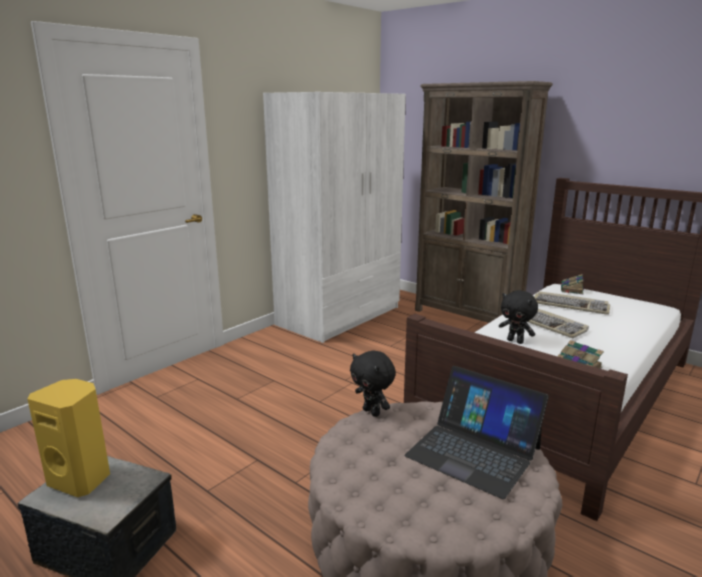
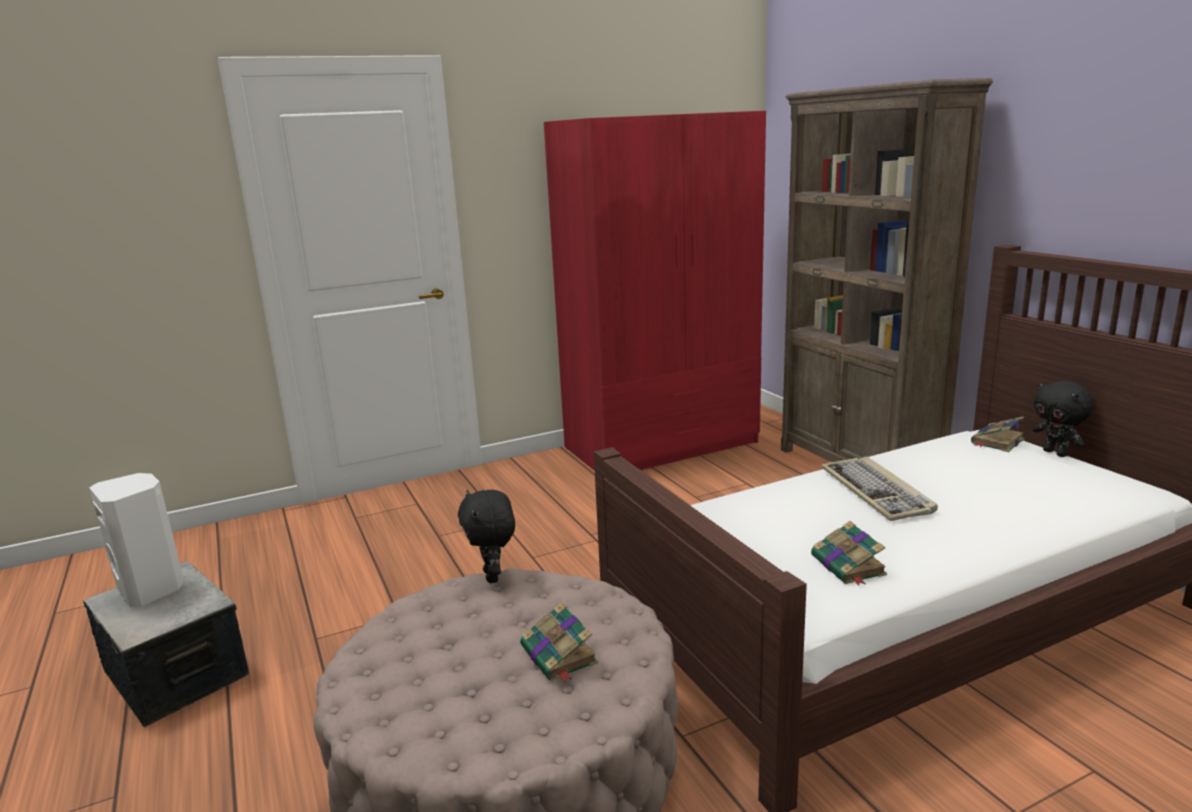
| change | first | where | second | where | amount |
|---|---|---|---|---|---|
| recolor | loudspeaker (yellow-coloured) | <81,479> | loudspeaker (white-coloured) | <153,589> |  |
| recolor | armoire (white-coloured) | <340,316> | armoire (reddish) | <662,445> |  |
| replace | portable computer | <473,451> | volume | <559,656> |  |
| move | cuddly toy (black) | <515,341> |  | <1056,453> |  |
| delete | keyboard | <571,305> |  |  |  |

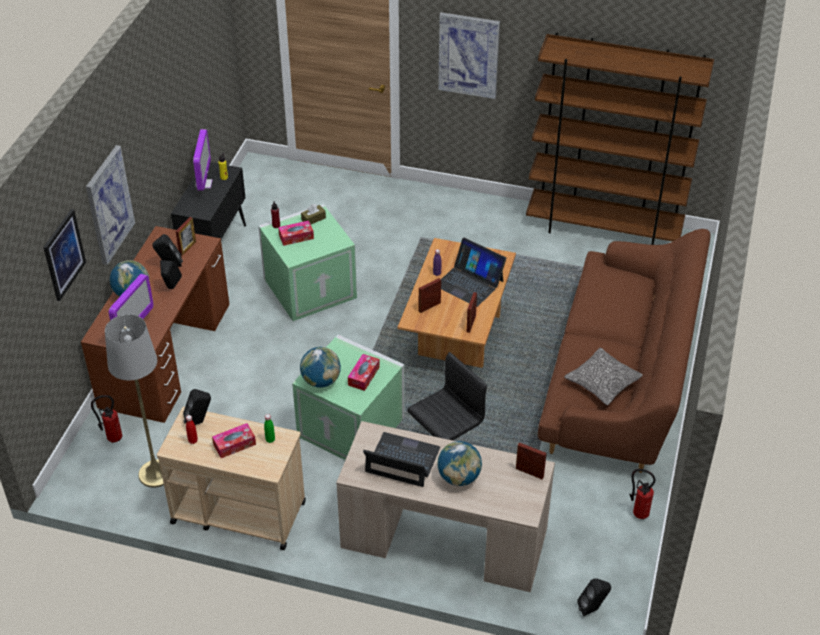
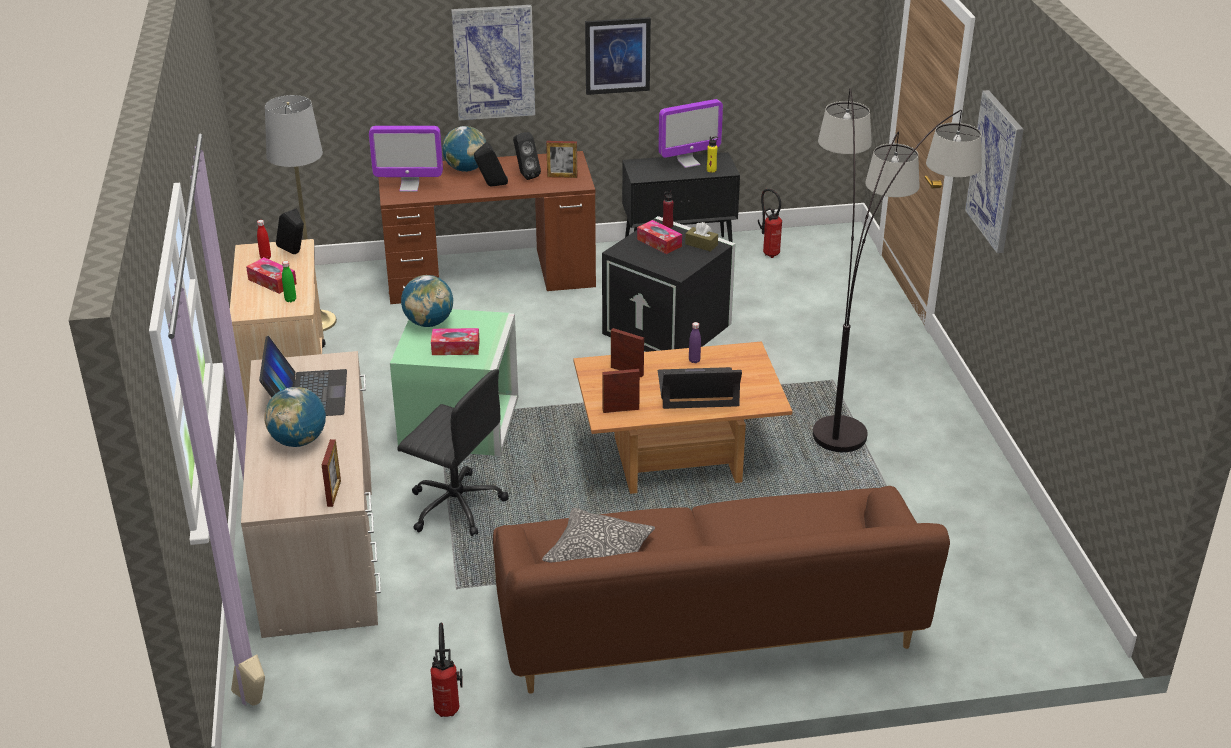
| change | first | where | second | where | amount |
|---|---|---|---|---|---|
| move | wall art | <64,254> |  | <617,55> |  |
| move | fire-fighting cylinder | <112,438> |  | <769,253> |  |
| recolor | storage box (greenish) | <310,287> | storage box (black) | <669,328> |  |
| rotate | portable computer | <469,283> |  | <697,389> | 75 degrees clockwise |
| delete | bookcase (brown) | <604,229> |  |  |  |
| recolor | loudspeaker (black) | <592,609> | loudspeaker (sand-coloured) | <255,703> |  |
| insert |  |  | floor lamp | <860,402> |  |

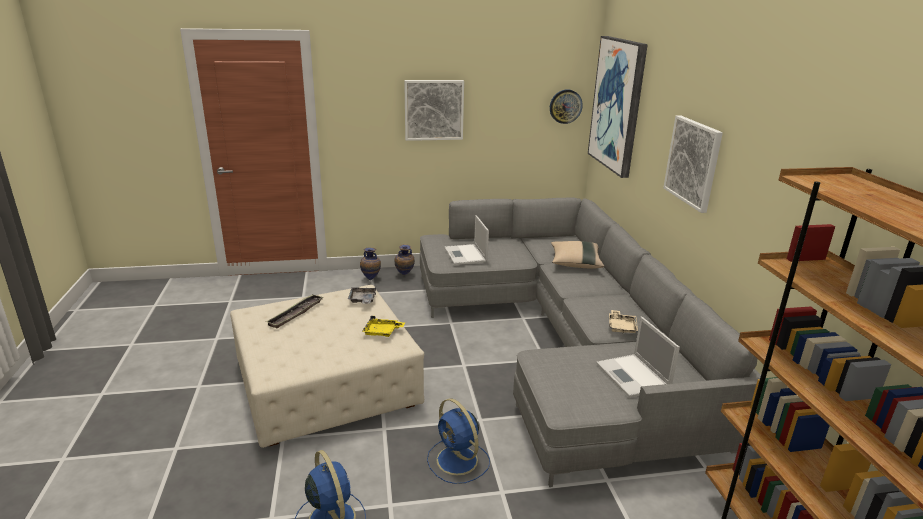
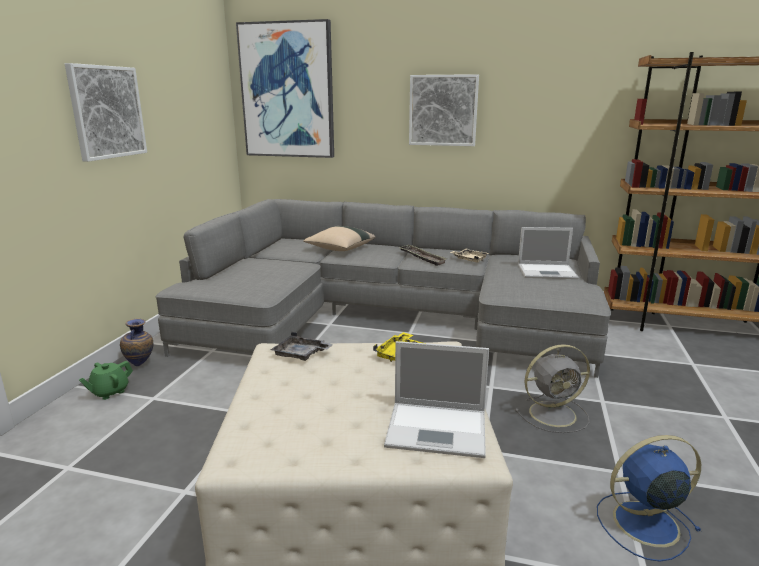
| change | first | where | second | where | amount |
|---|---|---|---|---|---|
| move | serving tray | <296,314> |  | <422,258> |  |
| replace | vase | <371,279> | teapot (greenish) | <109,392> |  |
| recolor | electric fan (blue) | <458,461> | electric fan (grey) | <554,414> |  |
| move | portable computer | <466,255> |  | <439,429> |  |
| delete | wall clock | <565,106> |  |  |  |

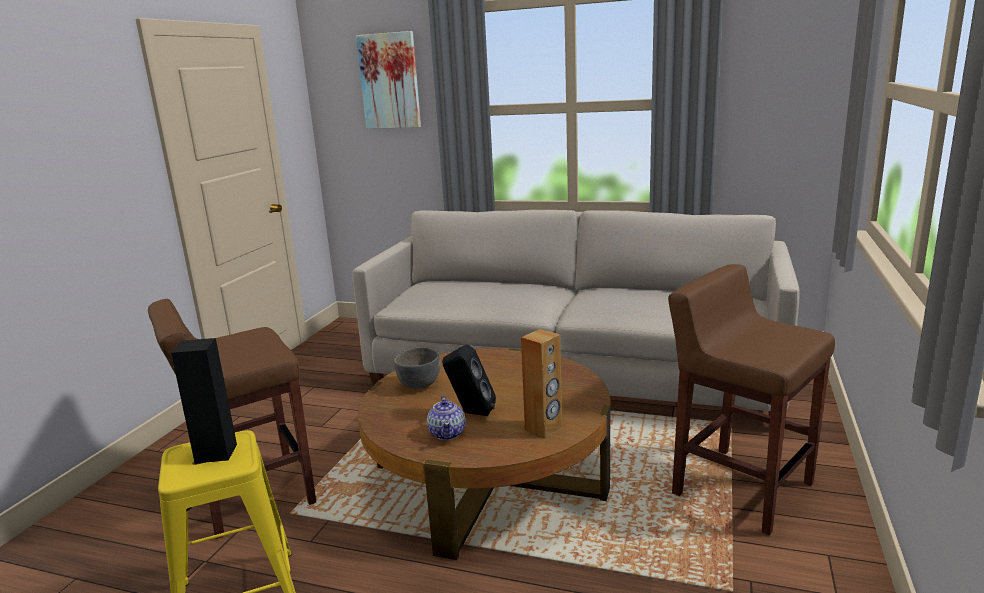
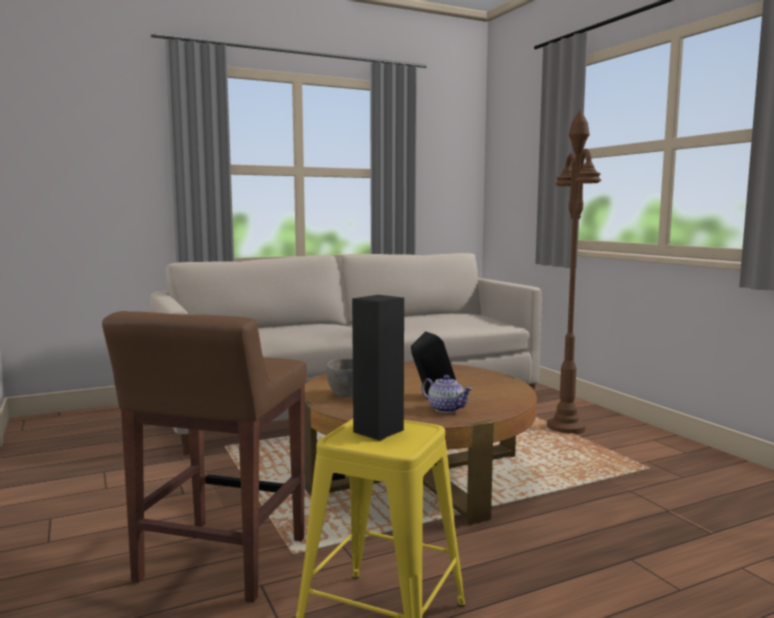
| change | first | where | second | where | amount |
|---|---|---|---|---|---|
| delete | wall art | <390,81> |  |  |  |
| delete | loudspeaker (brown) | <544,428> |  |  |  |
| replace | stool seat (brown) | <740,488> | floor lamp (brown) | <565,428> |  |

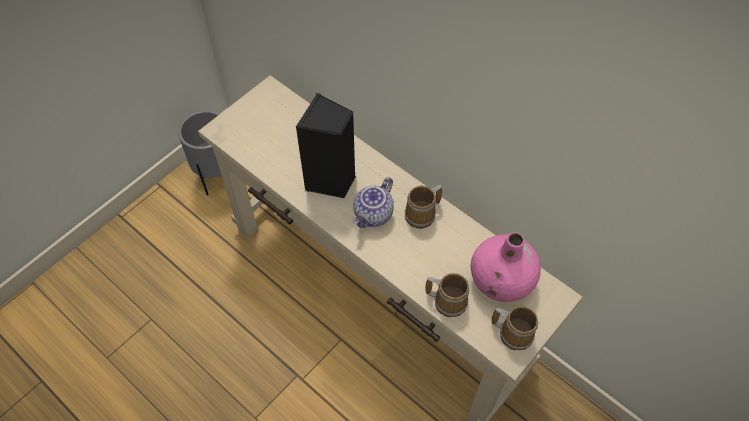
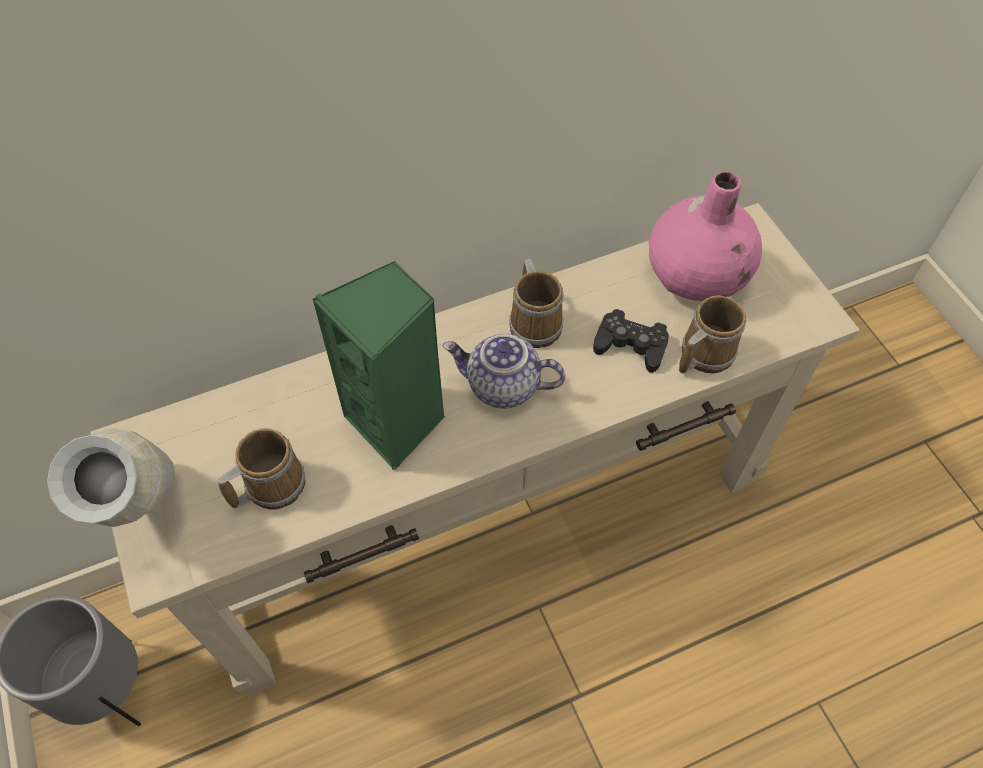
| change | first | where | second | where | amount |
|---|---|---|---|---|---|
| recolor | loudspeaker (black) | <331,181> | loudspeaker (greenish) | <398,423> |  |
| rotate | teapot | <374,215> |  | <502,387> | 135 degrees clockwise |
| move | tea mug | <514,332> |  | <271,484> |  |
| insert |  |  | vase | <146,517> |  |
| insert |  |  | gamepad (black) | <630,345> |  |

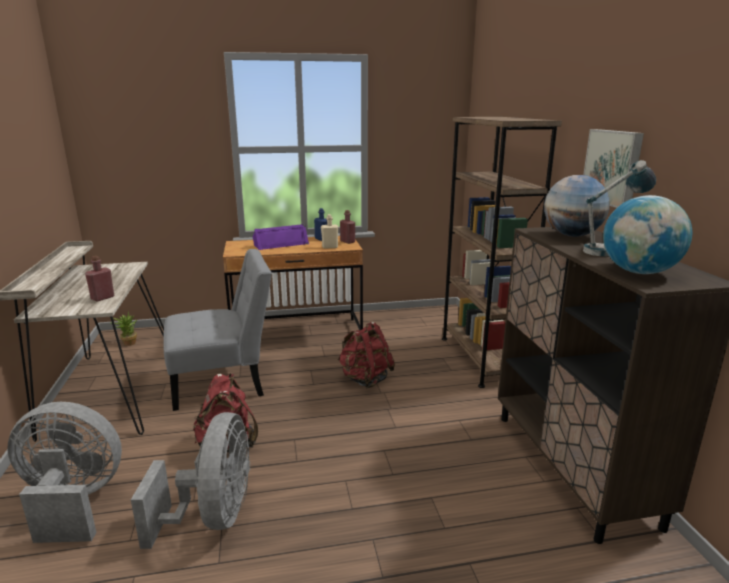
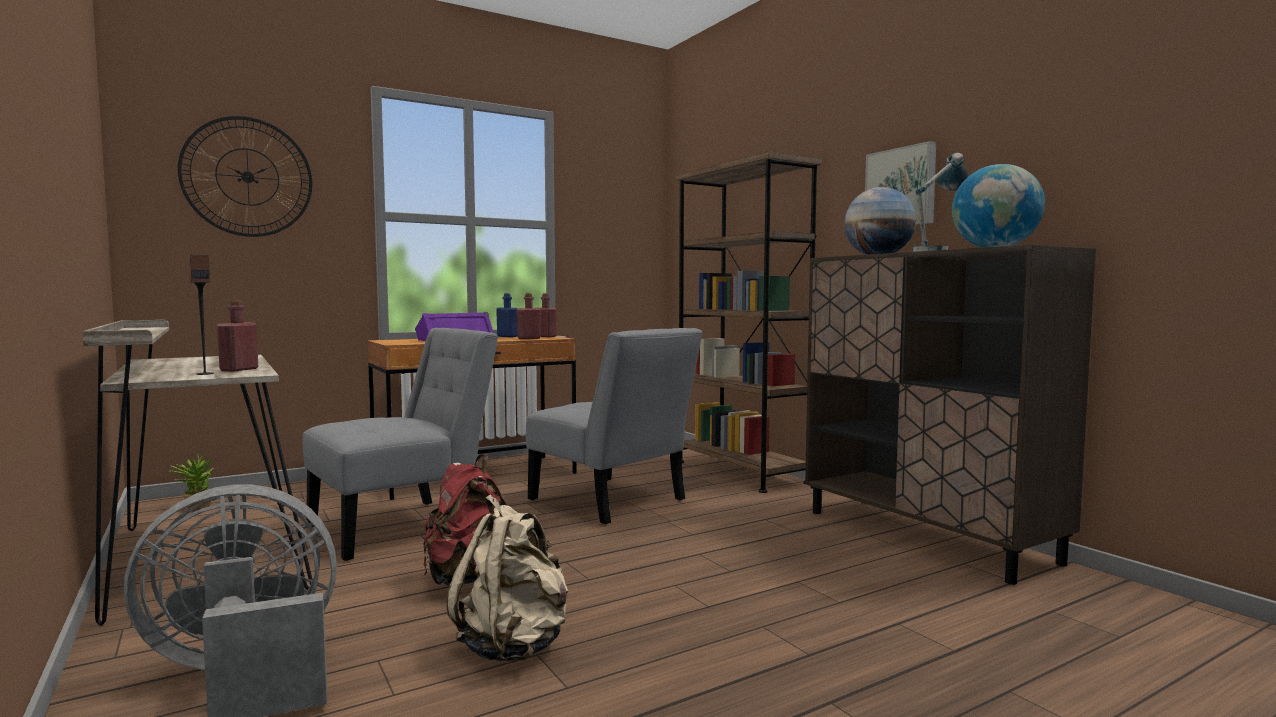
| change | first | where | second | where | amount |
|---|---|---|---|---|---|
| replace | electric fan (grey) | <214,516> | rucksack (sand-coloured) | <514,646> |  |
| recolor | bottle (sand-coloured) | <330,247> | bottle (reddish) | <529,338> |  |
| replace | rucksack (reddish) | <365,379> | chair (grey) | <612,502> |  |
| insert |  |  | wall clock | <247,177> |  |
| insert |  |  | loudspeaker | <205,374> |  |

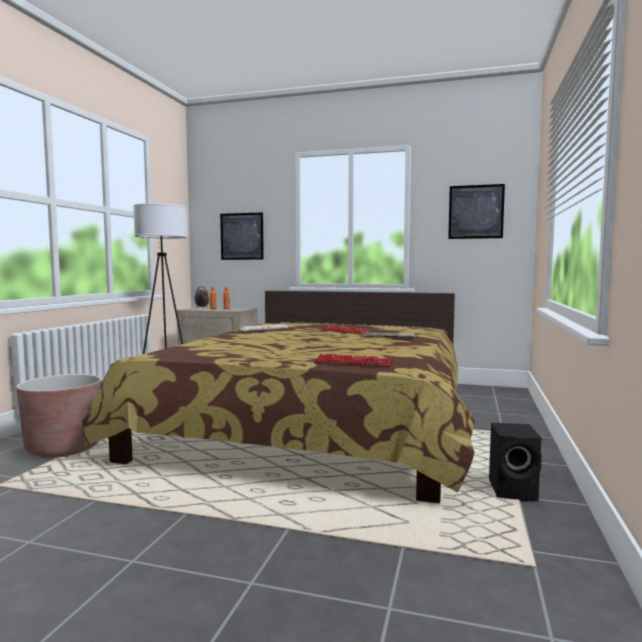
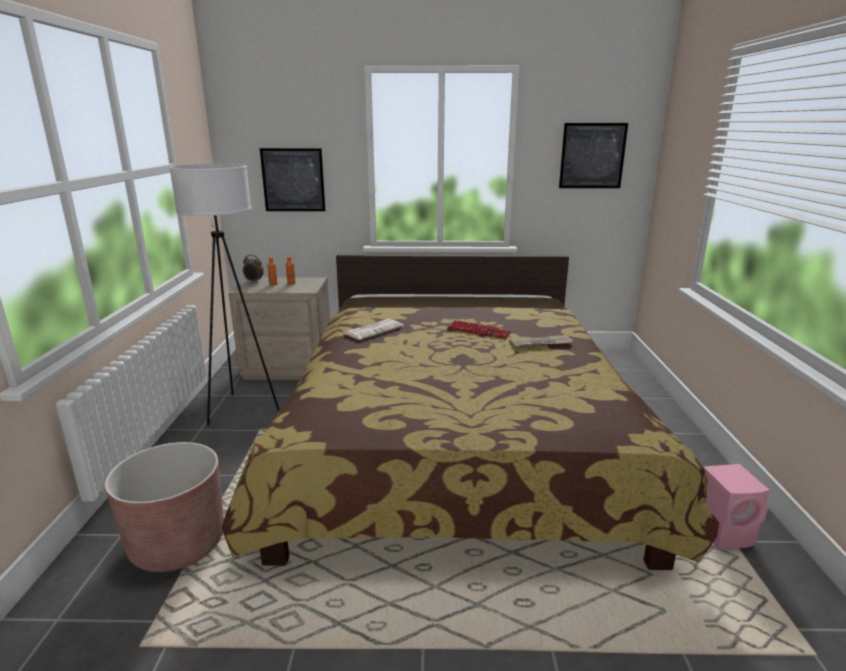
| change | first | where | second | where | amount |
|---|---|---|---|---|---|
| delete | keyboard | <353,363> |  |  |  |
| recolor | loudspeaker (black) | <514,491> | loudspeaker (pink-coloured) | <724,532> |  |

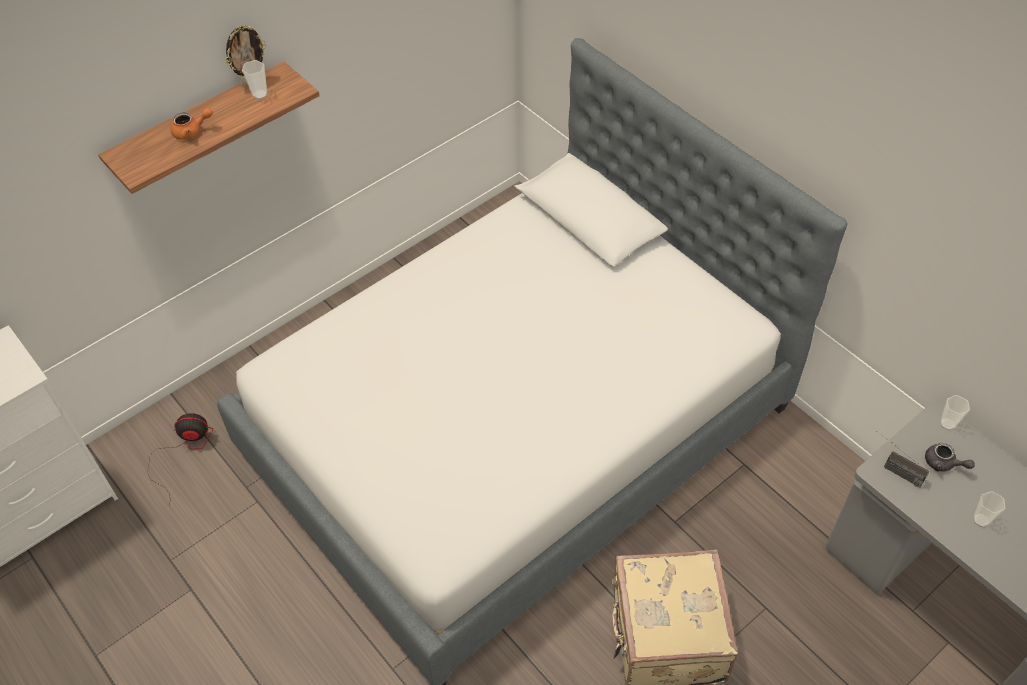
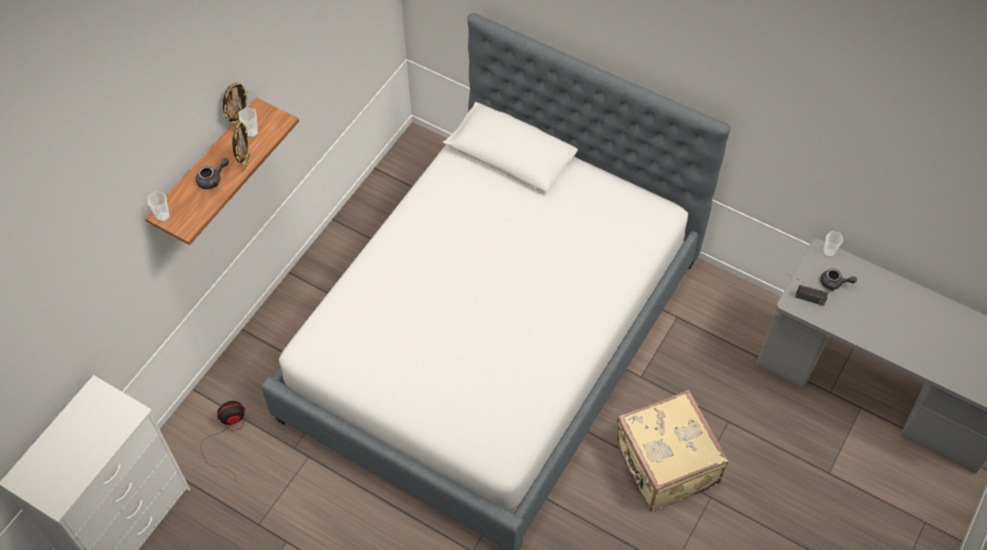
| change | first | where | second | where | amount |
|---|---|---|---|---|---|
| recolor | teapot (orange) | <192,131> | teapot (grey) | <213,179> |  |
| move | drinking cup | <981,520> |  | <163,216> |  |
| insert |  |  | picture frame | <245,162> |  |

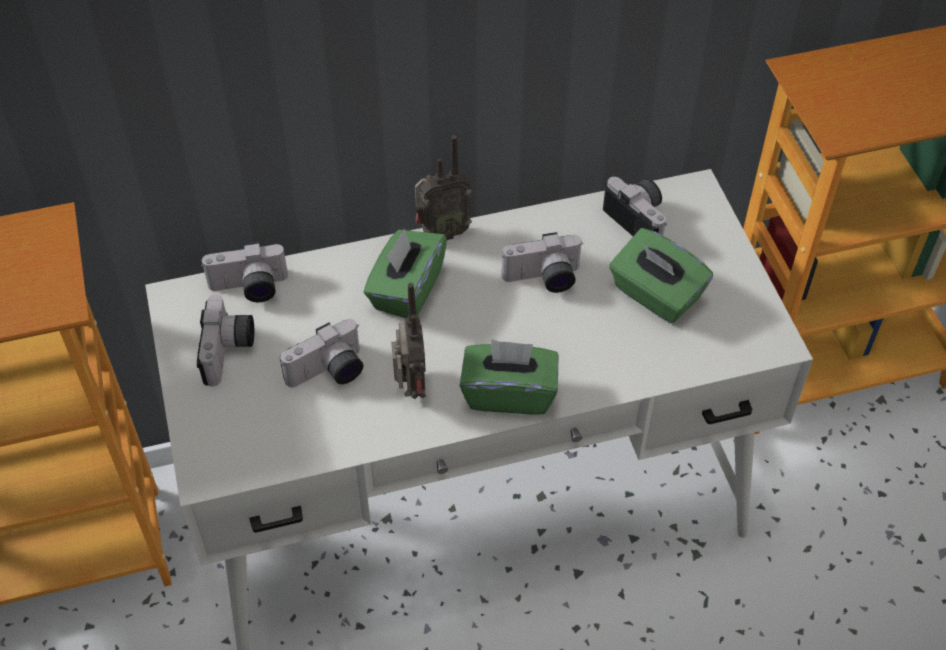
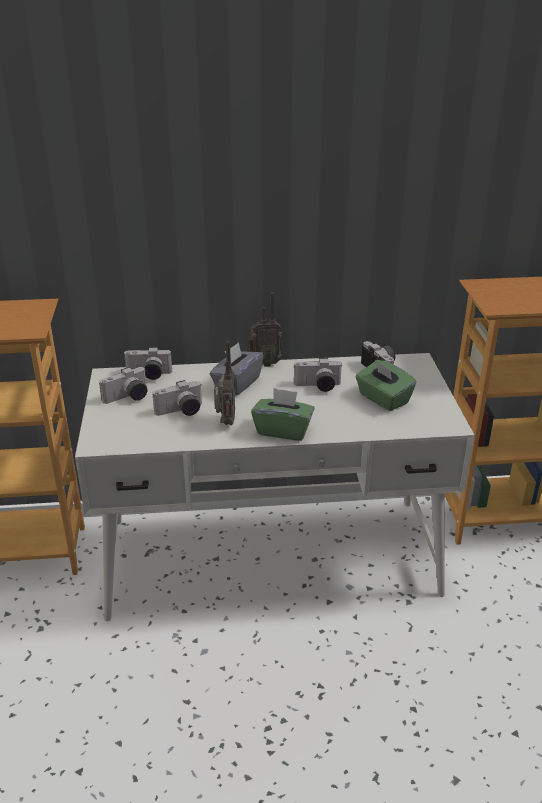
| change | first | where | second | where | amount |
|---|---|---|---|---|---|
| rotate | photo camera | <230,352> |  | <128,398> | 45 degrees clockwise |
| recolor | tissue box (greenish) | <406,290> | tissue box (grey) | <237,383> |  |

